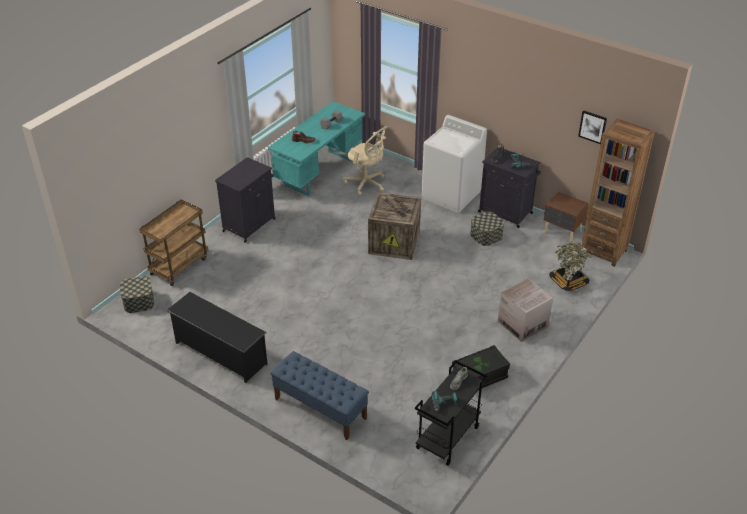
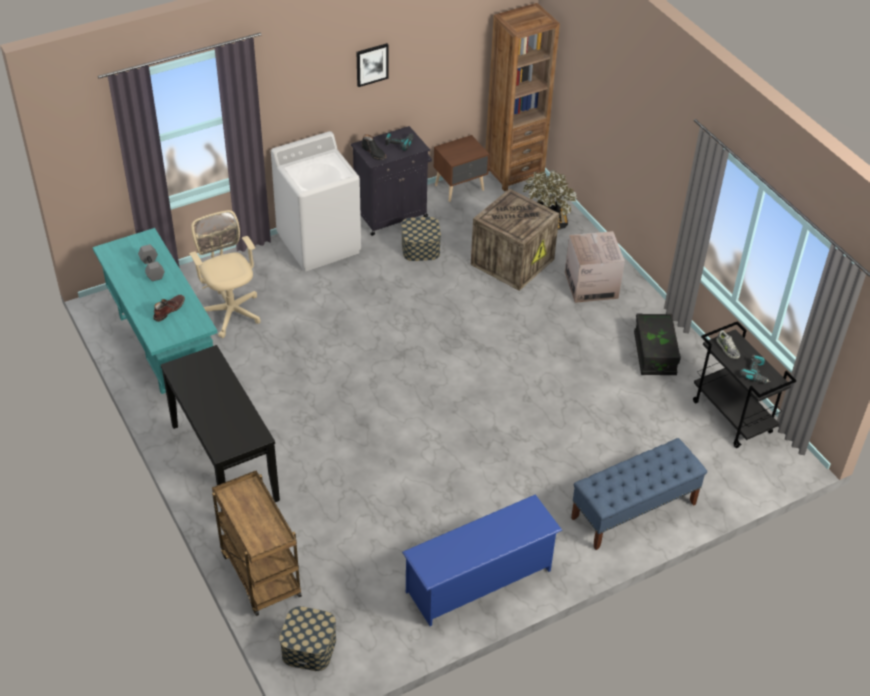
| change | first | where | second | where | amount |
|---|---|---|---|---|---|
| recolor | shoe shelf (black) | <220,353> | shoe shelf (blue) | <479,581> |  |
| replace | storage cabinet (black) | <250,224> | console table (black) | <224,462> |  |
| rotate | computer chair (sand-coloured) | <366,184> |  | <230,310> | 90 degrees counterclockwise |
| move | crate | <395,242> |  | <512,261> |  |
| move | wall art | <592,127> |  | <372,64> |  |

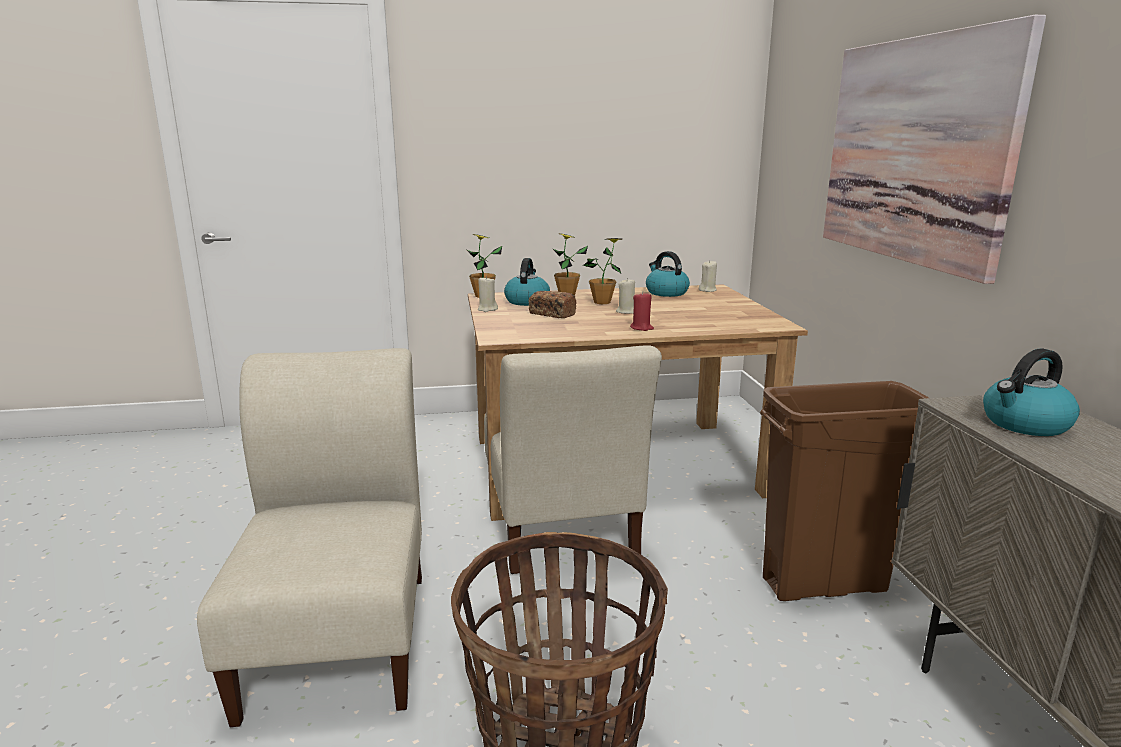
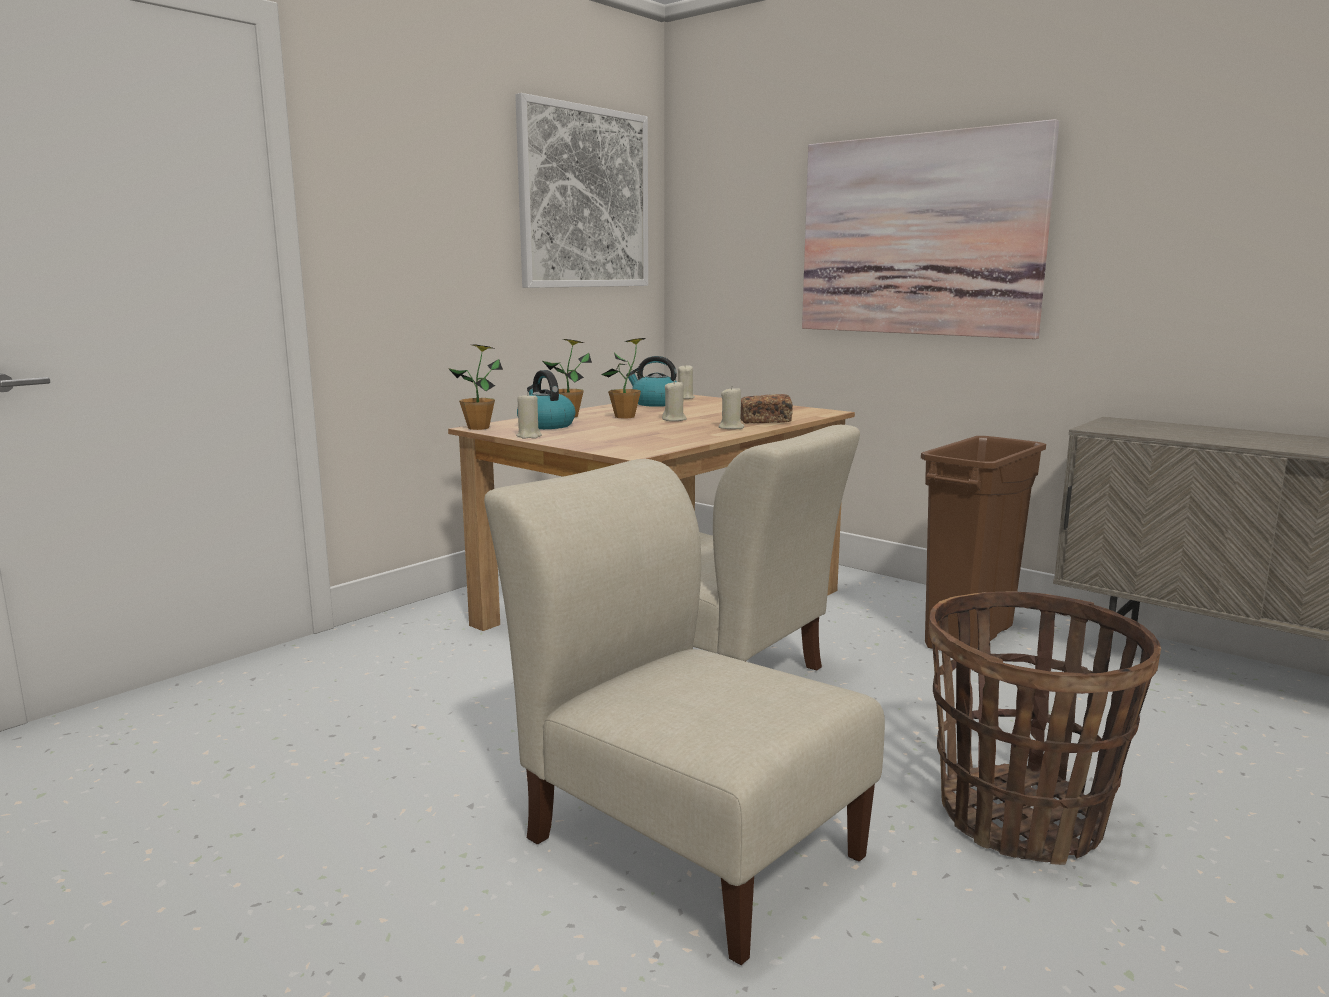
| change | first | where | second | where | amount |
|---|---|---|---|---|---|
| move | baked bread | <552,314> |  | <765,421> |  |
| recolor | candle (reddish) | <641,328> | candle (sand-coloured) | <731,428> |  |
| delete | tea kettle | <1025,424> |  |  |  |
| insert |  |  | wall art | <584,198> |  |

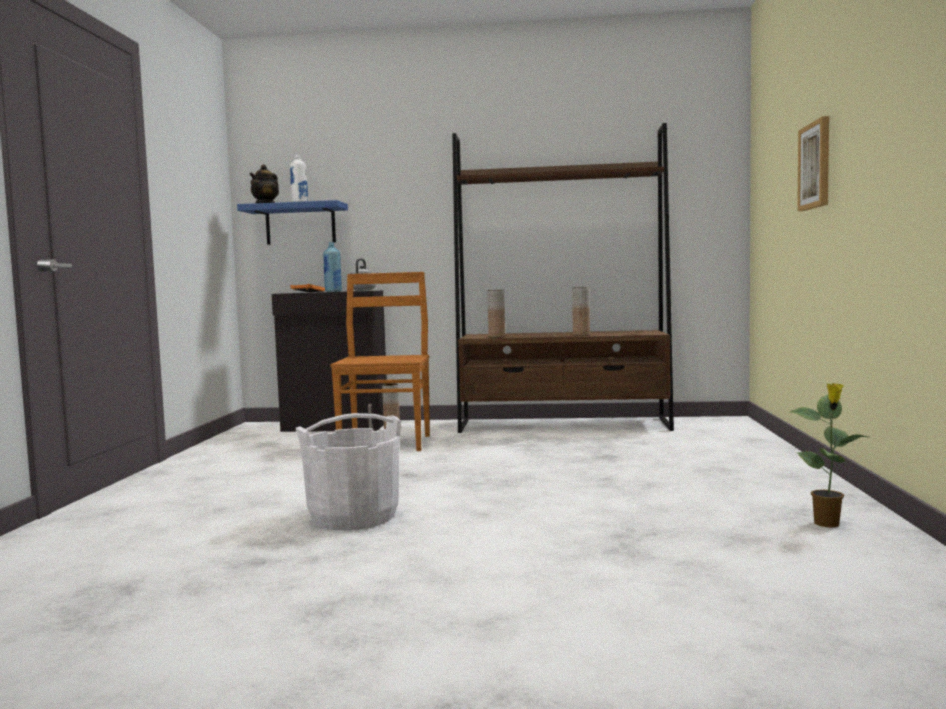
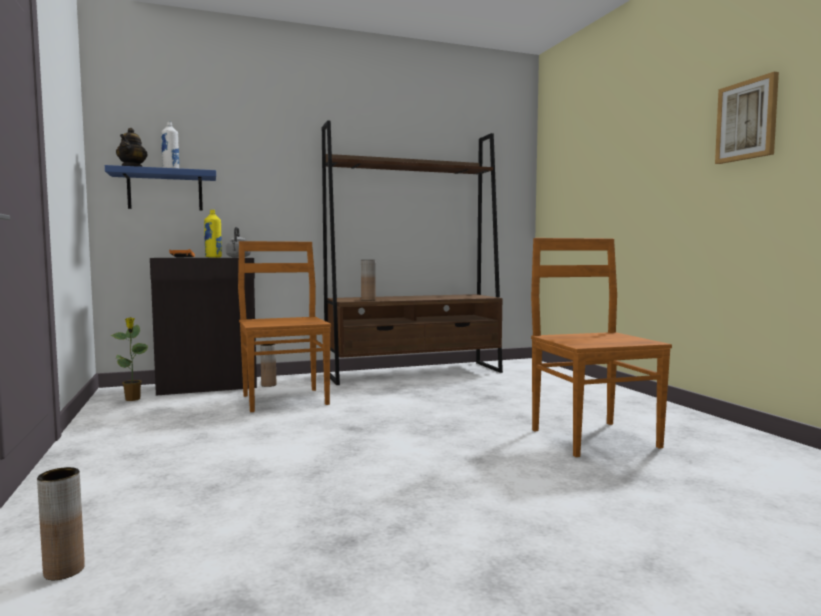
| change | first | where | second | where | amount |
|---|---|---|---|---|---|
| delete | pail (white-coloured) | <353,517> |  |  |  |
| recolor | bottle (blue) | <333,291> | bottle (yellow-coloured) | <213,257> |  |
| move | vase (brown) | <581,335> |  | <64,571> |  |
| move | houseplant | <828,524> |  | <133,399> |  |
| move | wall art | <815,165> |  | <747,120> |  |
| insert |  |  | chair (brown) | <592,437> |  |

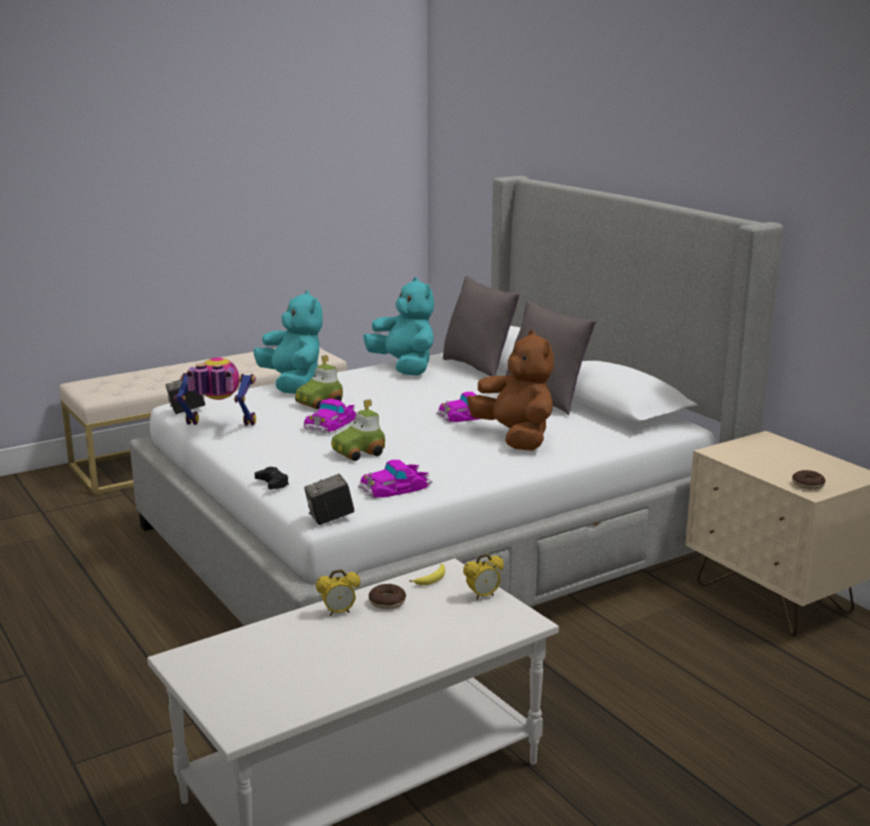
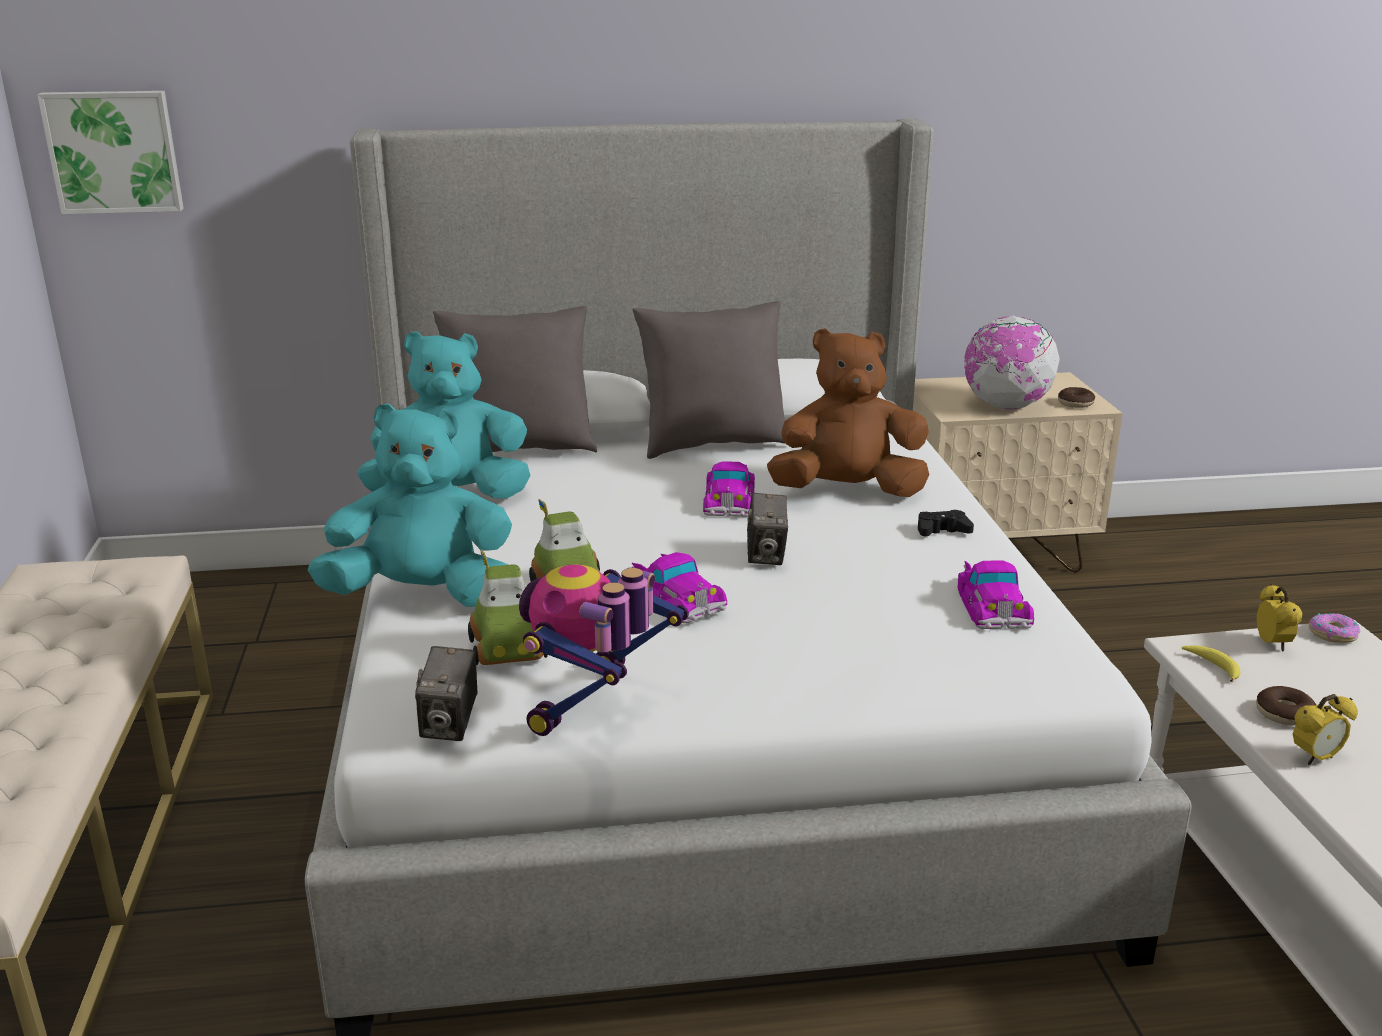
| change | first | where | second | where | amount |
|---|---|---|---|---|---|
| move | gamepad (black) | <272,483> |  | <942,530> |  |
| move | photo camera | <330,518> |  | <766,555> |  |
| rotate | table clock | <339,612> |  | <1315,758> | 60 degrees clockwise |
| move | toy car | <358,453> |  | <510,648> |  |
| insert |  |  | wall art | <114,151> |  |
| insert |  |  | world globe | <1006,406> |  |
| insert |  |  | ring doughnut | <1332,634> |  |

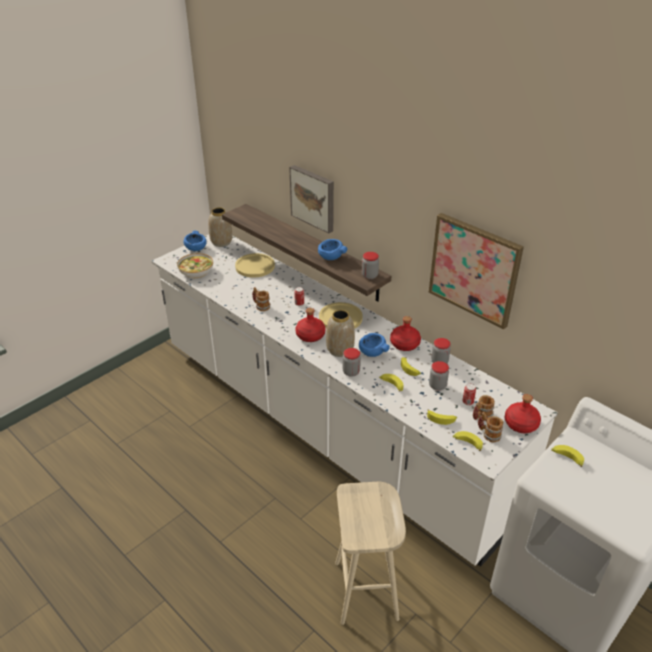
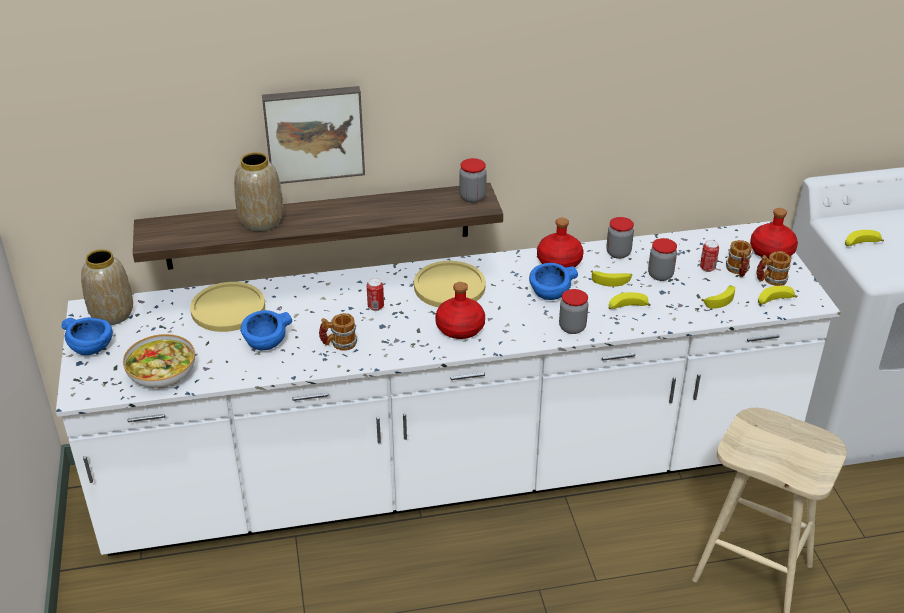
| change | first | where | second | where | amount |
|---|---|---|---|---|---|
| move | bowl (blue) | <330,257> |  | <265,343> |  |
| move | vase | <339,349> |  | <261,221> |  |
| delete | wall art | <474,269> |  |  |  |

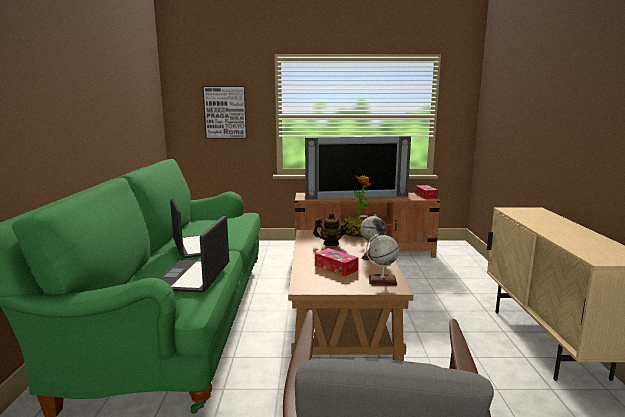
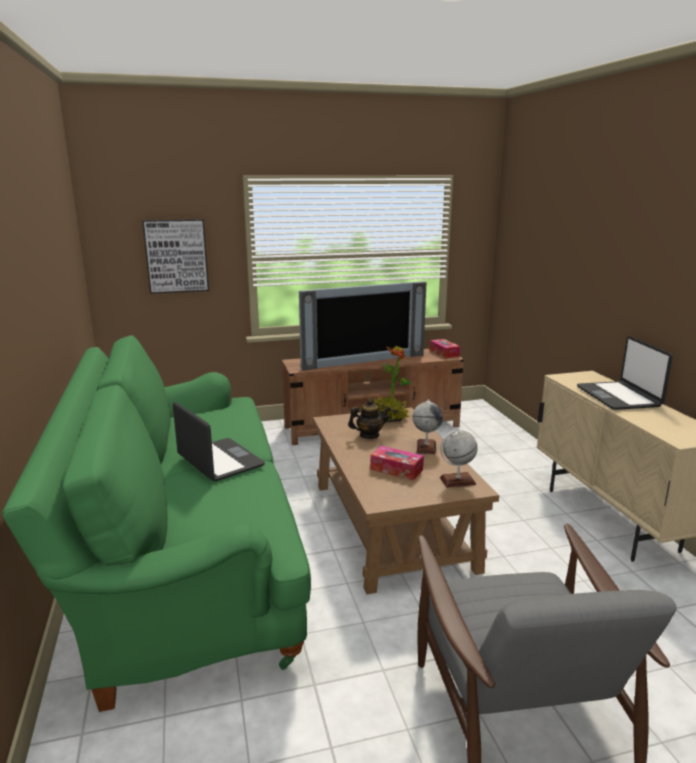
| change | first | where | second | where | amount |
|---|---|---|---|---|---|
| move | portable computer | <193,277> |  | <618,397> |  |

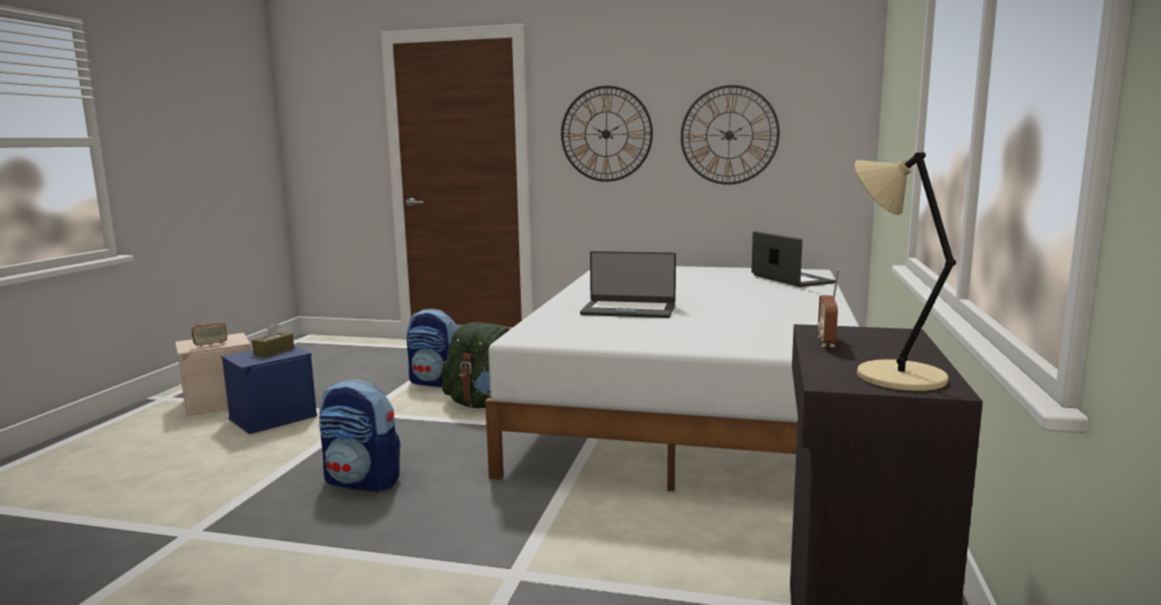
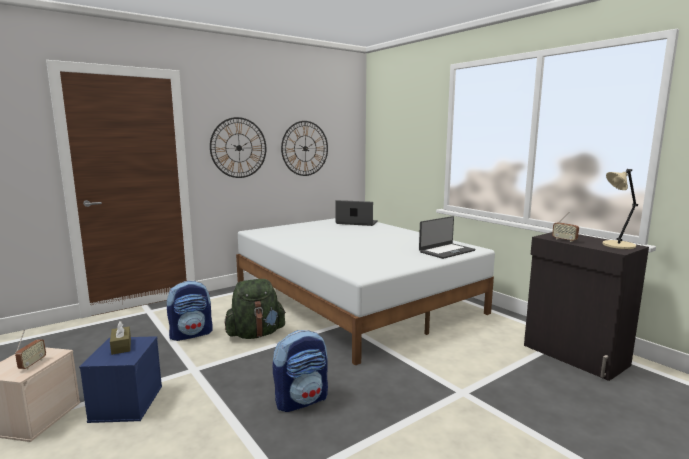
| change | first | where | second | where | amount |
|---|---|---|---|---|---|
| move | portable computer | <628,310> |  | <446,251> |  |

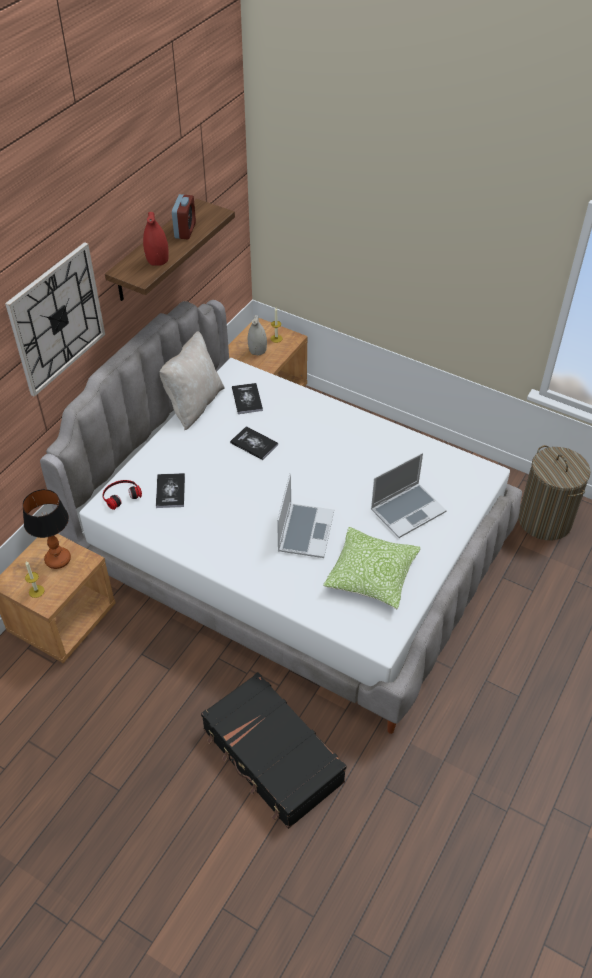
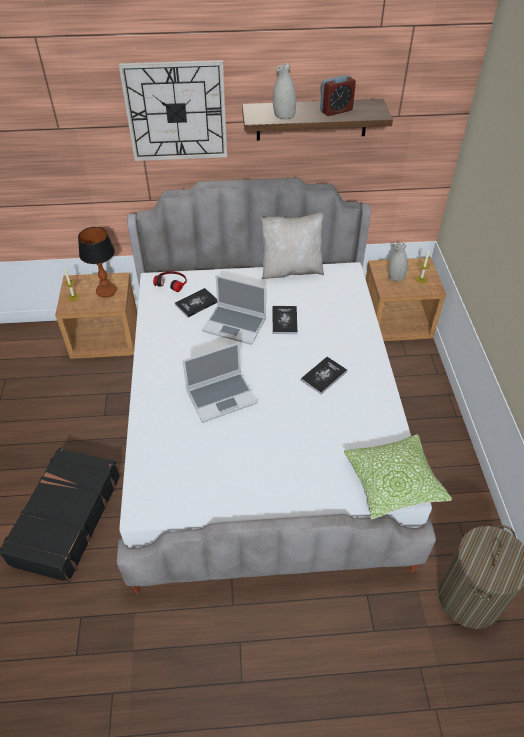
| change | first | where | second | where | amount |
|---|---|---|---|---|---|
| recolor | vase (reddish) | <157,261> | vase (white-coloured) | <284,115> |  |
| move | volume | <247,399> |  | <324,376> |  |
| move | cushion | <371,575> |  | <393,482> |  |
| move | portable computer | <408,510> |  | <235,325> |  |

